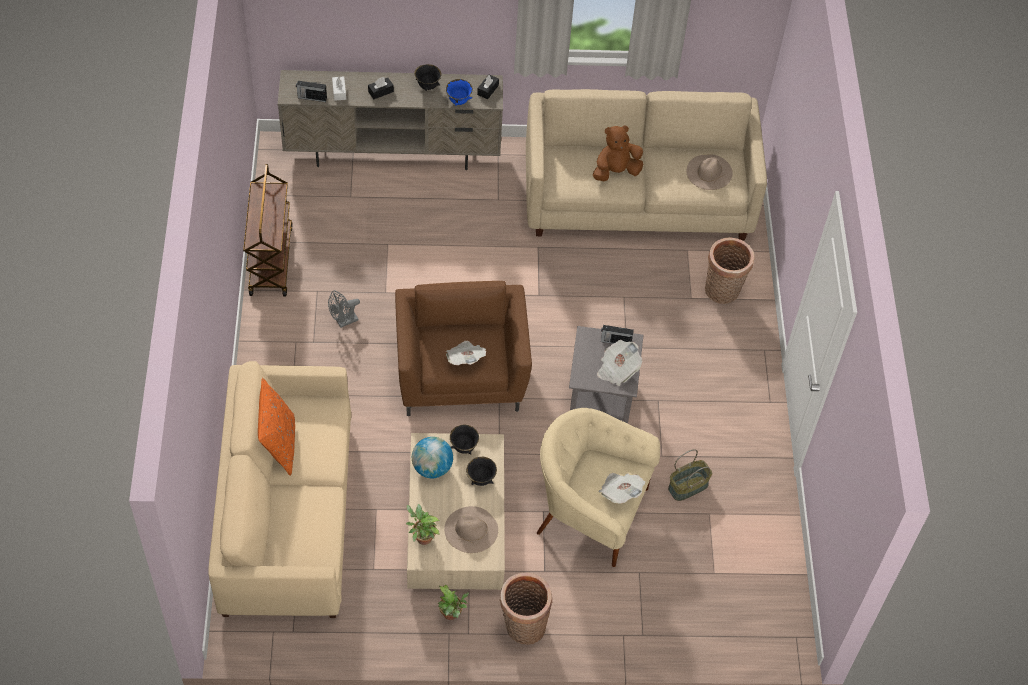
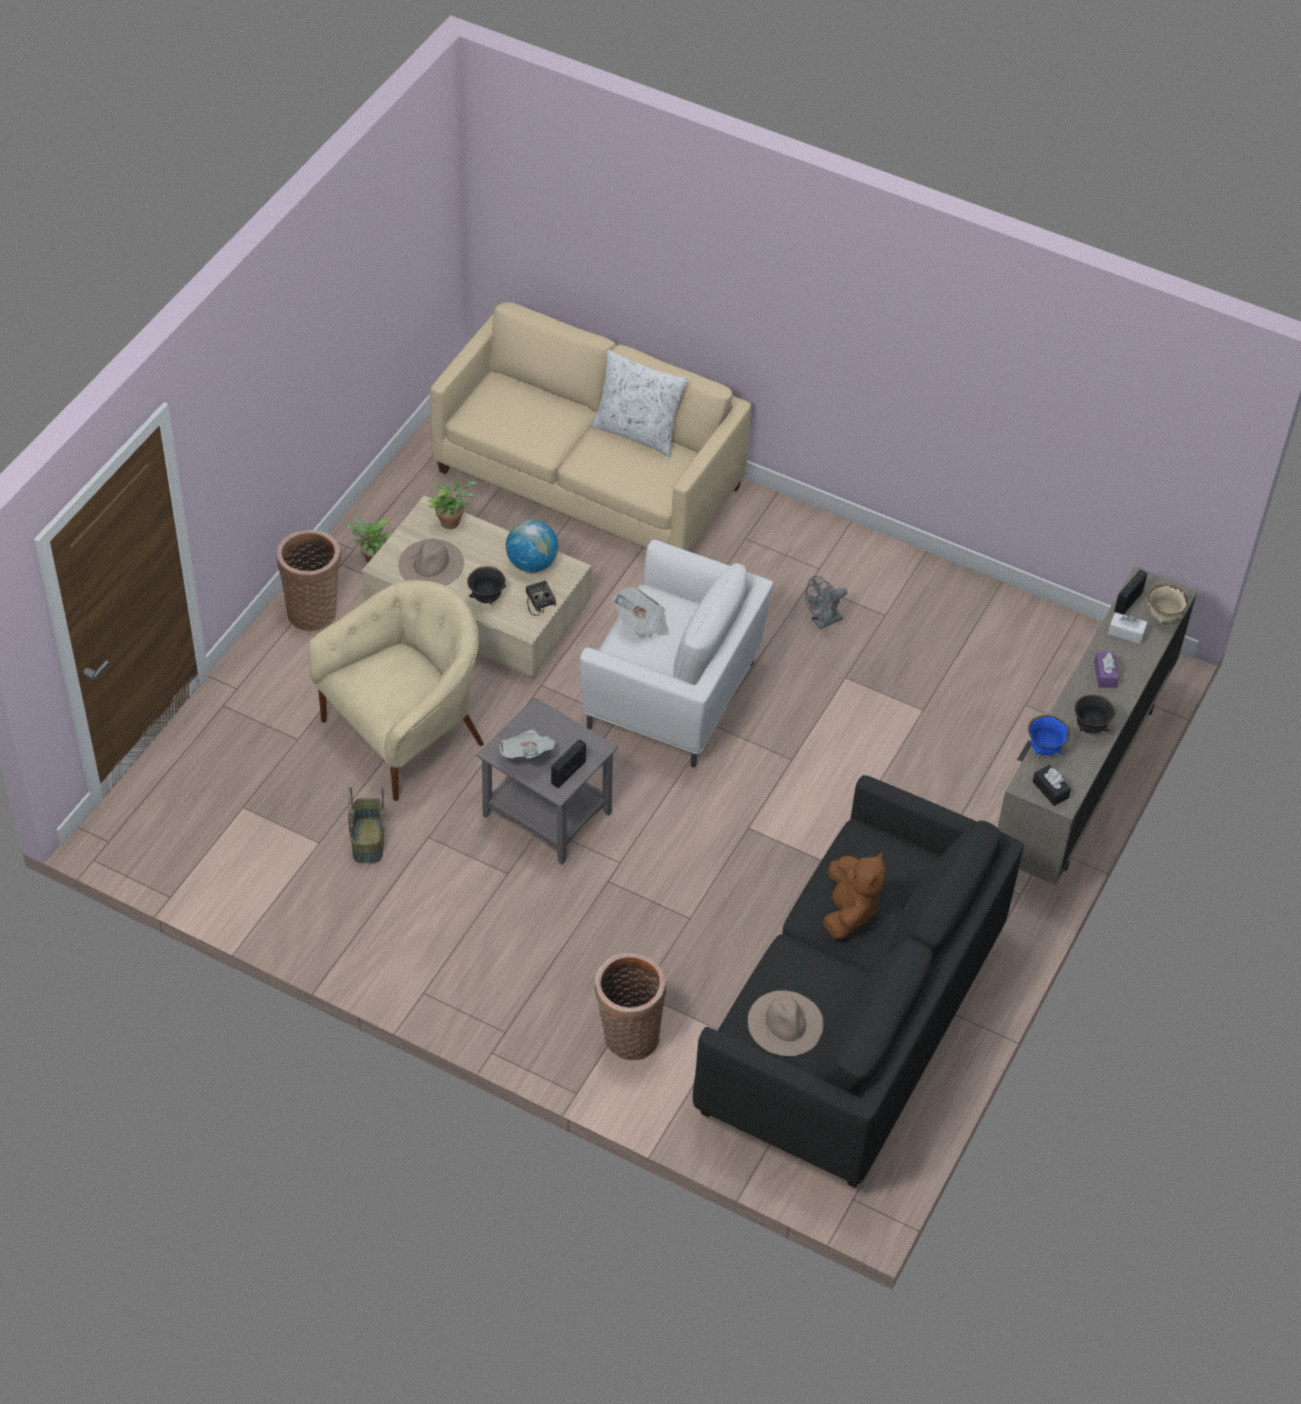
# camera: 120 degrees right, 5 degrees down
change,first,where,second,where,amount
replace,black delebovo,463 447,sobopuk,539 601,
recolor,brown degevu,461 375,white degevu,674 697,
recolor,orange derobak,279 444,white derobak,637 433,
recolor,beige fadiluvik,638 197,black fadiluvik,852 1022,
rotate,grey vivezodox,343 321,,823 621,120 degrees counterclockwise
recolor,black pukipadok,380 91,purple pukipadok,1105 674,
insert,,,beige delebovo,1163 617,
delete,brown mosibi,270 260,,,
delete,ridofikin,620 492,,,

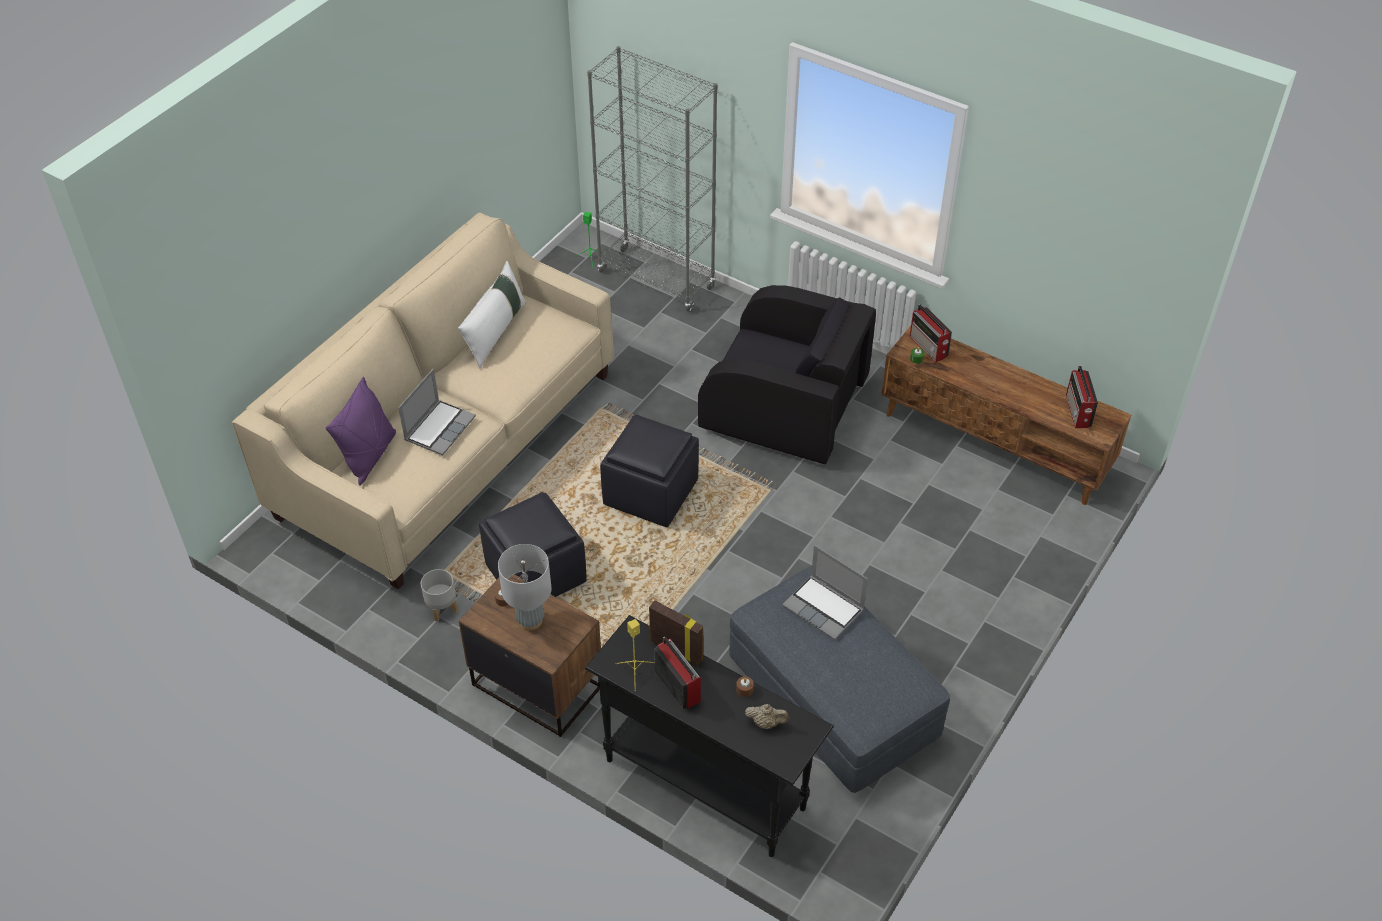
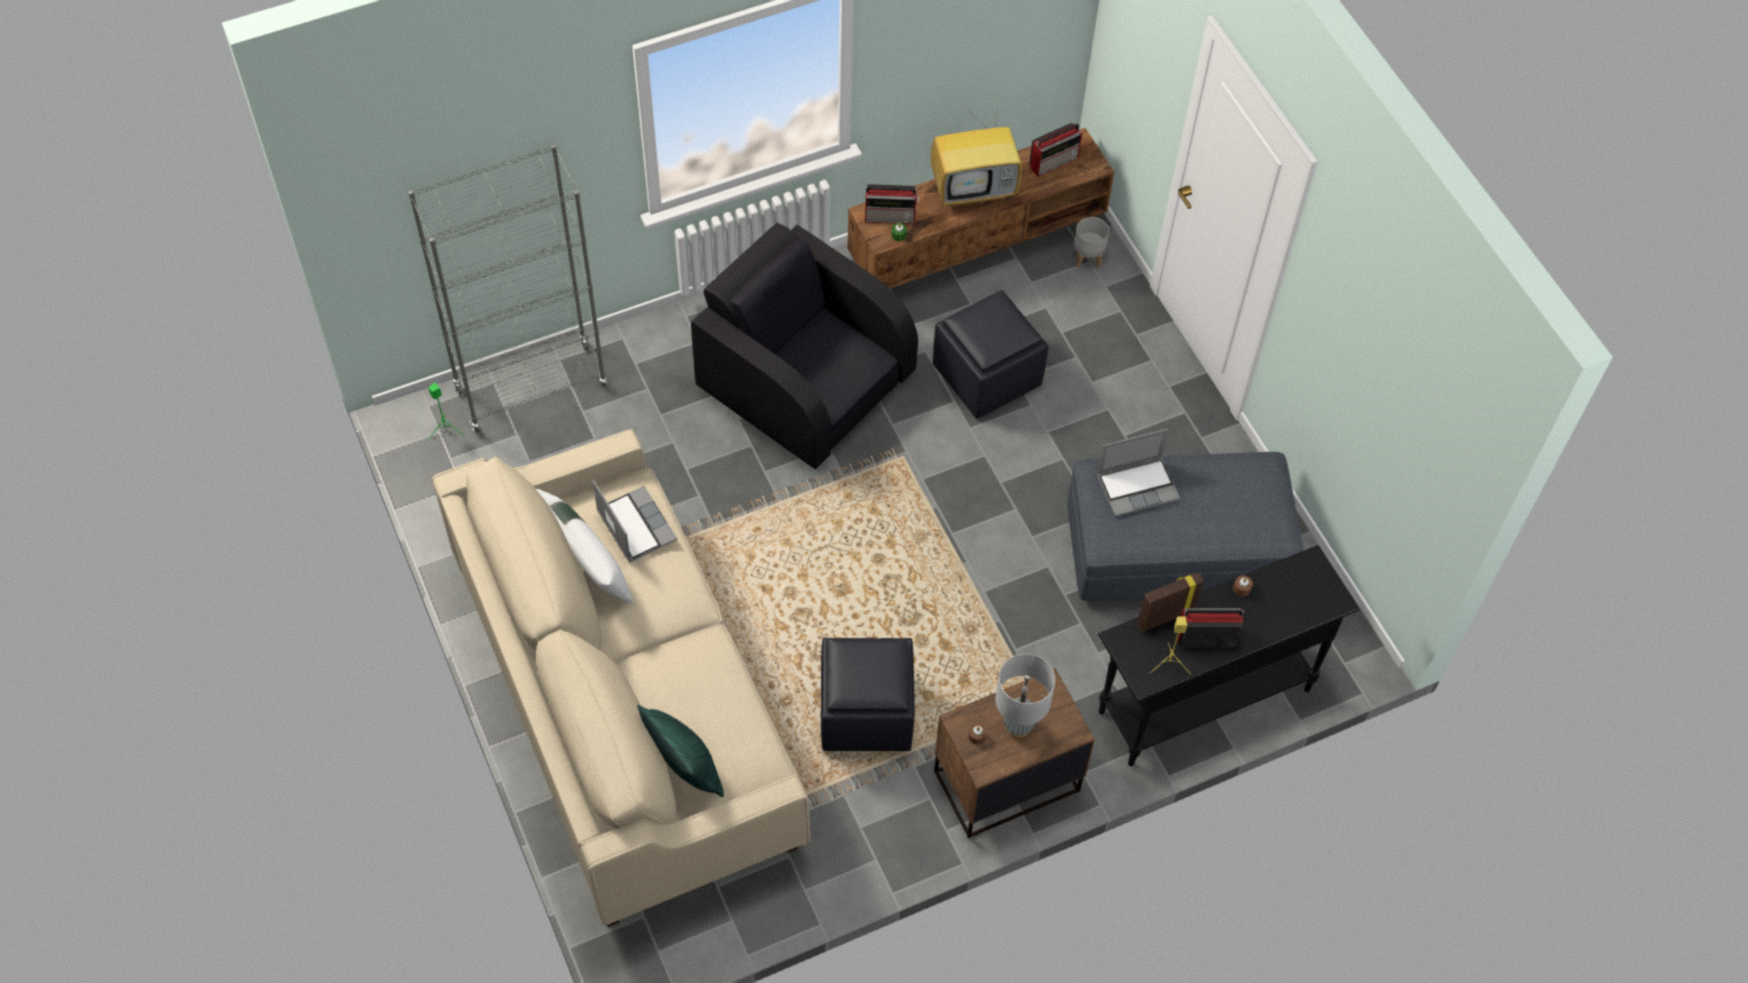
# camera: 60 degrees left, 10 degrees up
change,first,where,second,where,amount
move,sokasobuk,439 428,,634 525,
recolor,purple derobak,369 456,green derobak,686 768,
rotate,black degevu,785 407,,804 381,105 degrees counterclockwise
insert,,,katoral,975 188,
move,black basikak,650 492,,985 375,
rotate,sobopuk,1078 412,,1054 161,60 degrees counterclockwise
move,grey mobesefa,442 608,,1088 257,
delete,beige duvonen,766 723,,,

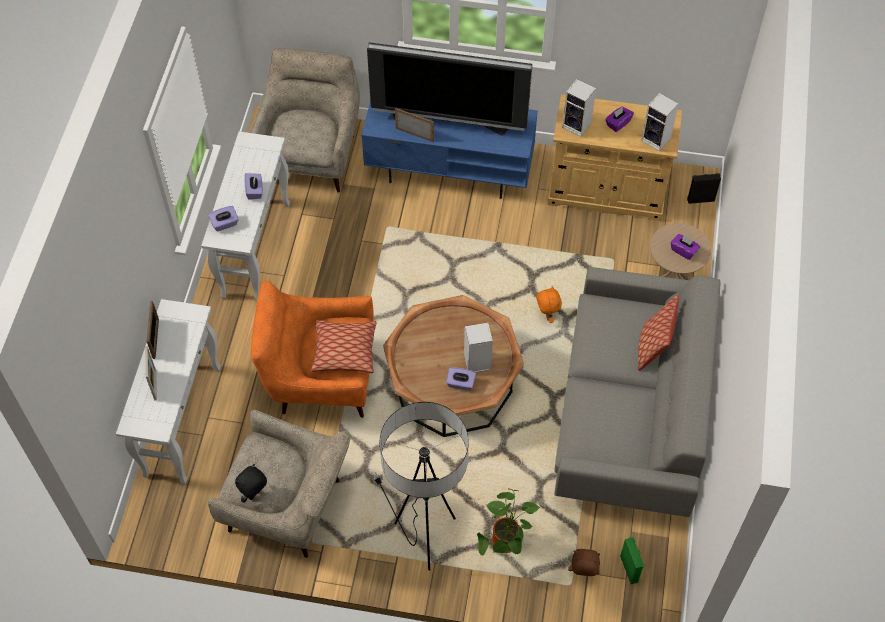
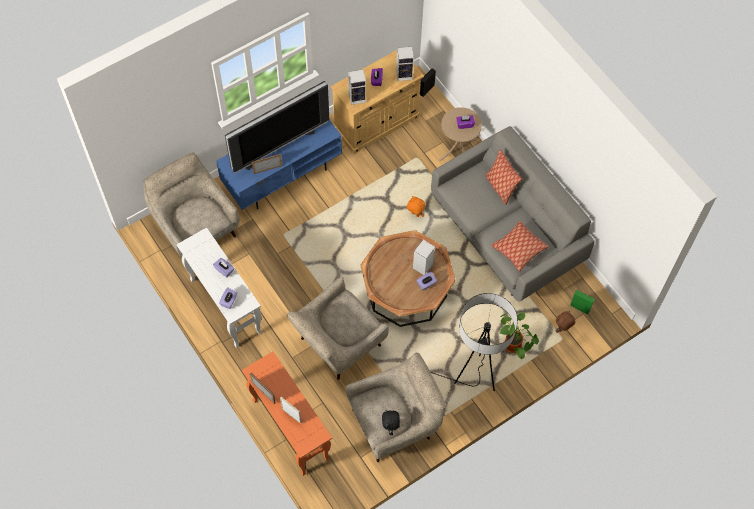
# camera: 45 degrees left, 5 degrees up
change,first,where,second,where,amount
recolor,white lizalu,182 419,orange lizalu,289 429,
recolor,orange degevu,320 378,beige degevu,337 344,
move,derobak,344 351,,519 248,

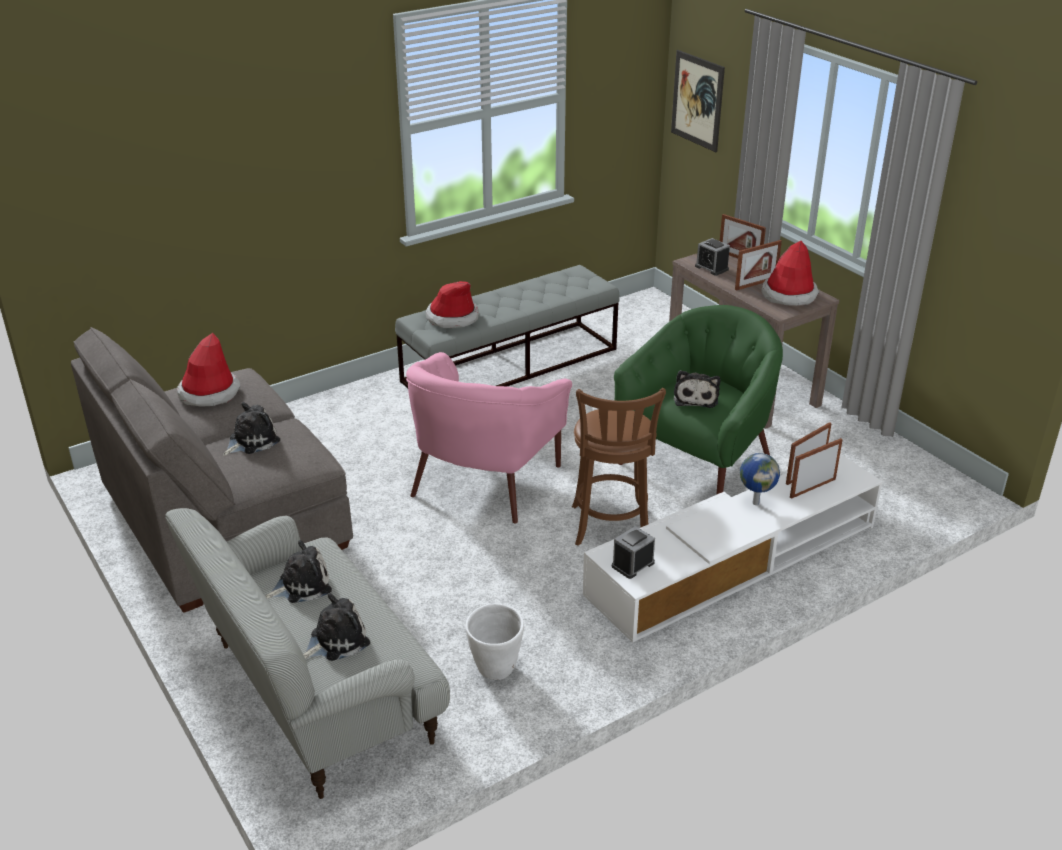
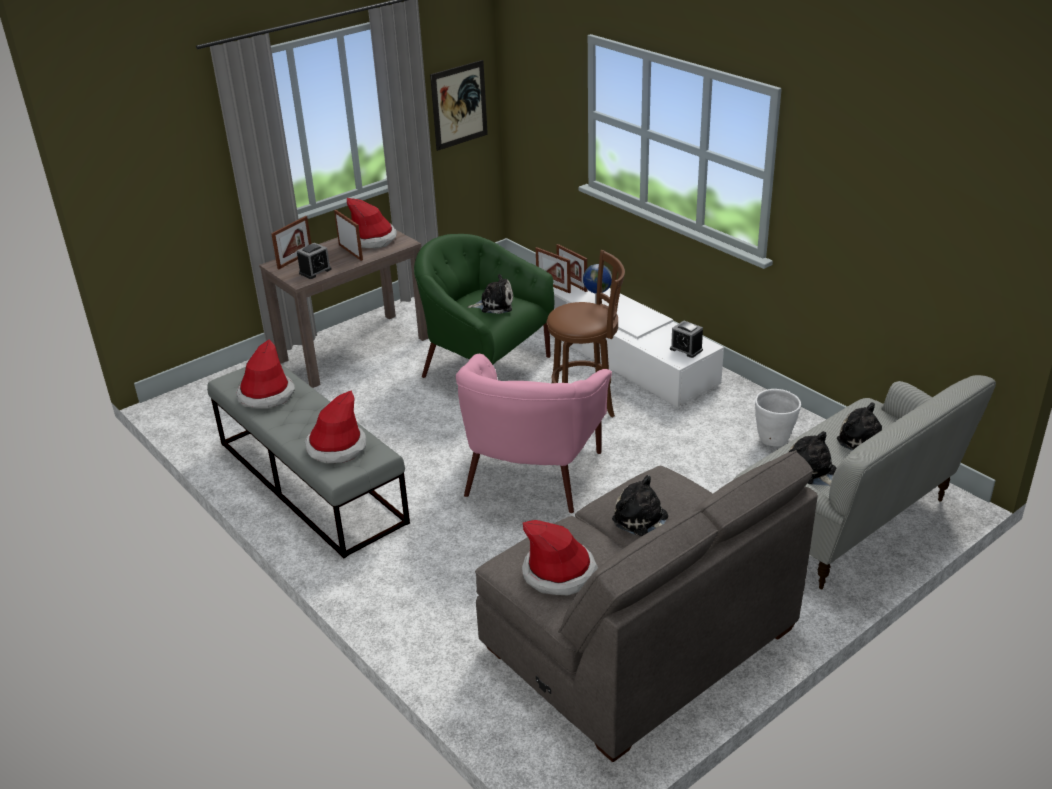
# camera: 95 degrees left, 0 degrees up
change,first,where,second,where,amount
insert,,,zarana,266 395,
move,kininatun,697 100,,459 105,
rotate,pink degevu,484 480,,531 474,90 degrees clockwise

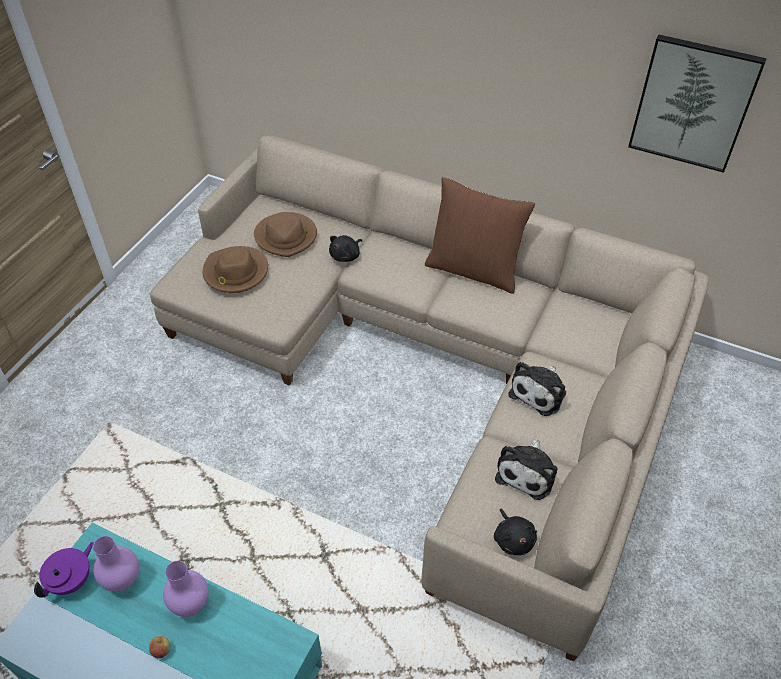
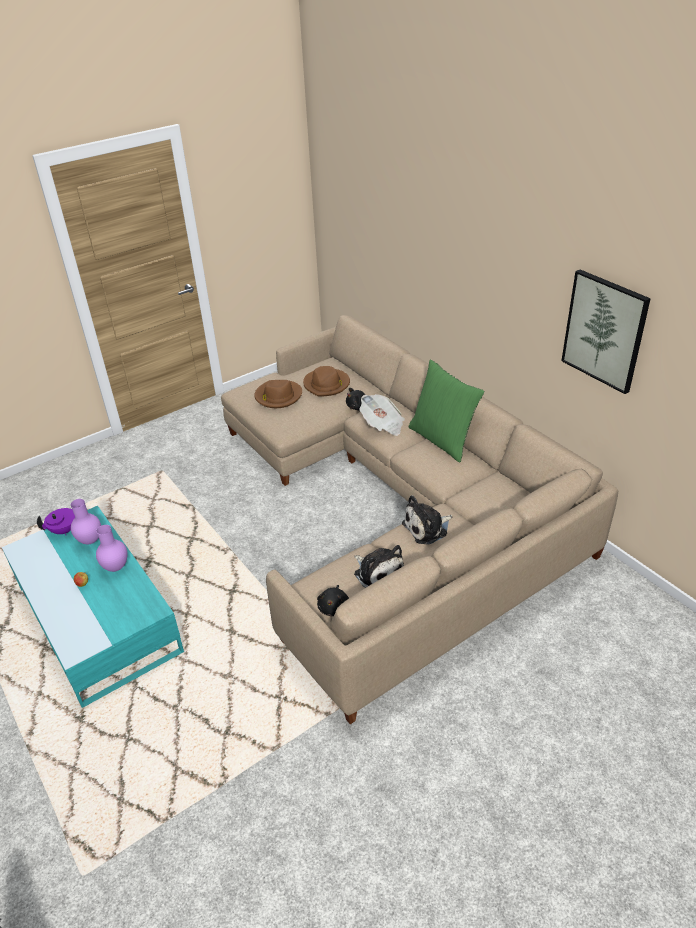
# camera: 30 degrees right, 10 degrees down
change,first,where,second,where,amount
rotate,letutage,527 472,,377 573,90 degrees counterclockwise
insert,,,ridofikin,382 425,
recolor,brown derobak,474 269,green derobak,443 439,

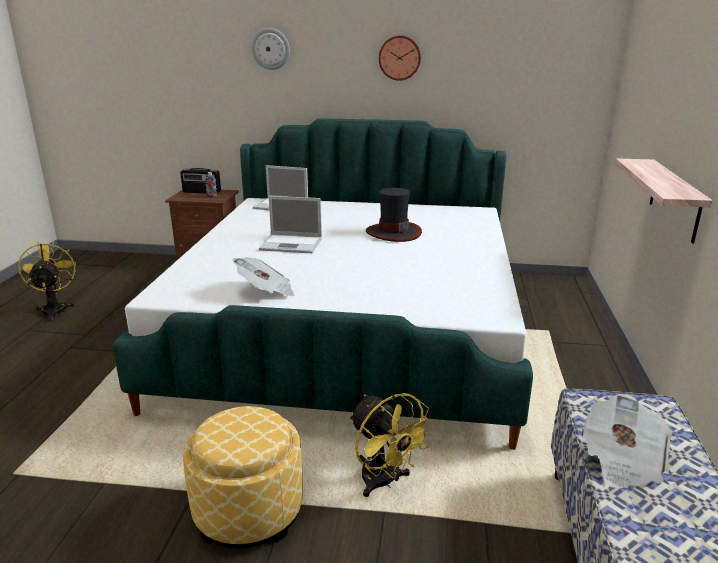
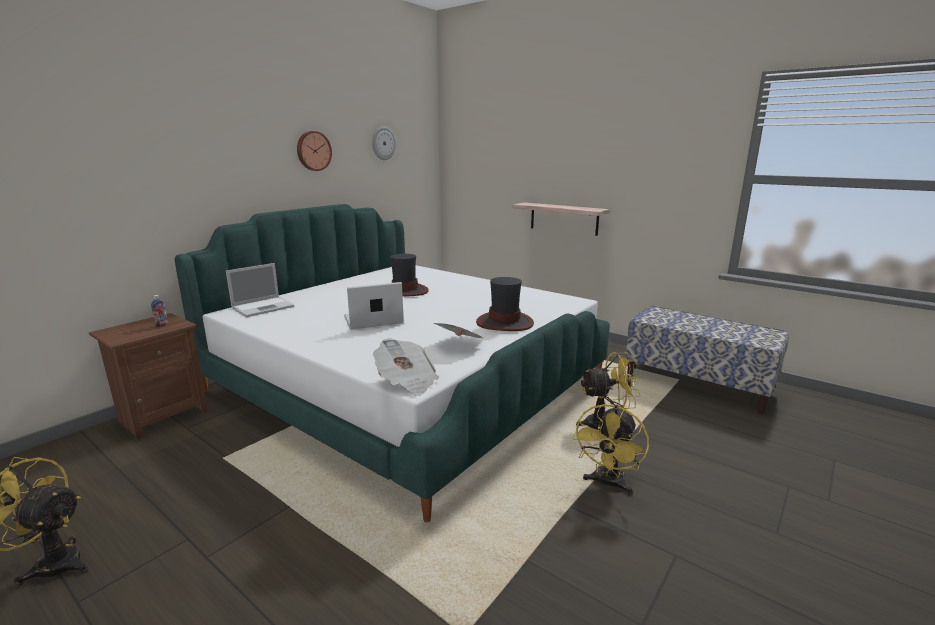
# camera: 60 degrees left, 5 degrees down
change,first,where,second,where,amount
rotate,sokasobuk,292 244,,372 320,150 degrees counterclockwise
move,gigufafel,270 49,,383 143,
move,ridofikin,621 460,,407 382,
insert,,,zarana,505 323,
replace,basikak,248 511,yellow vivezodox,607 484,
delete,sobopuk,201 192,,,

